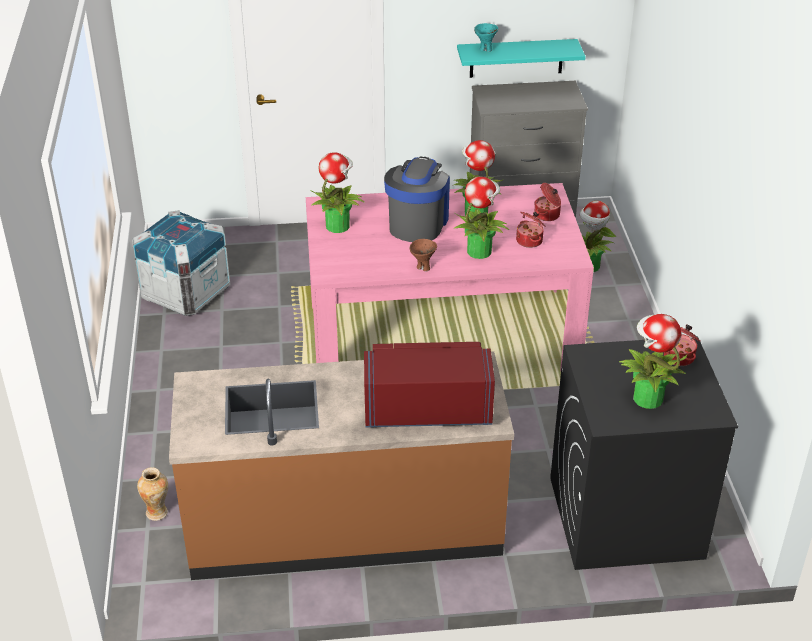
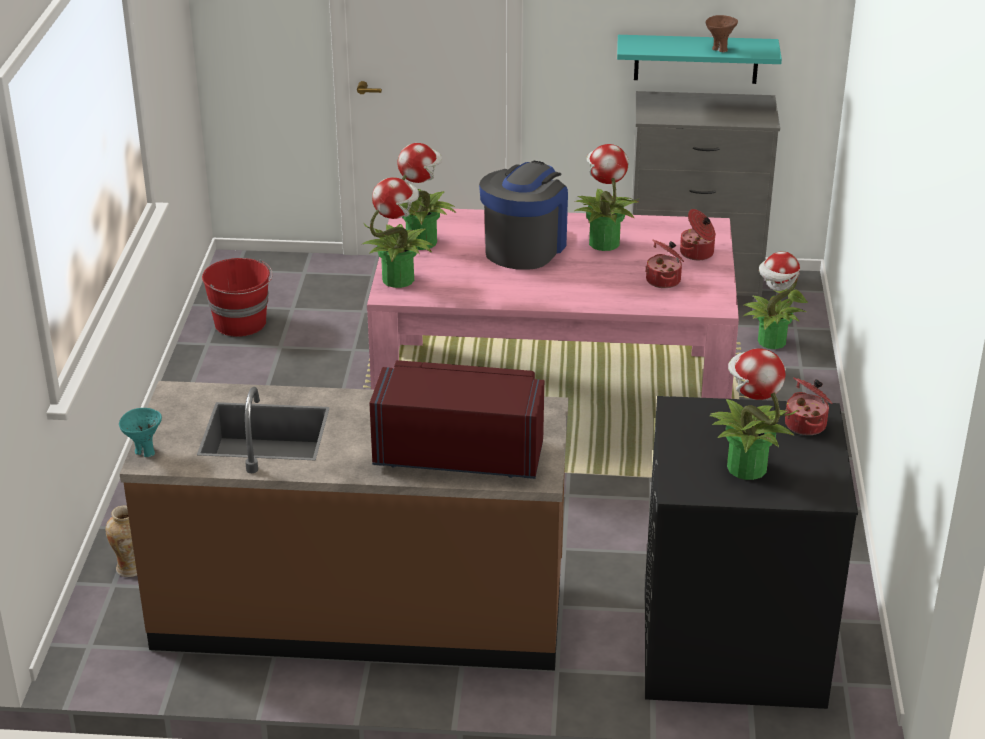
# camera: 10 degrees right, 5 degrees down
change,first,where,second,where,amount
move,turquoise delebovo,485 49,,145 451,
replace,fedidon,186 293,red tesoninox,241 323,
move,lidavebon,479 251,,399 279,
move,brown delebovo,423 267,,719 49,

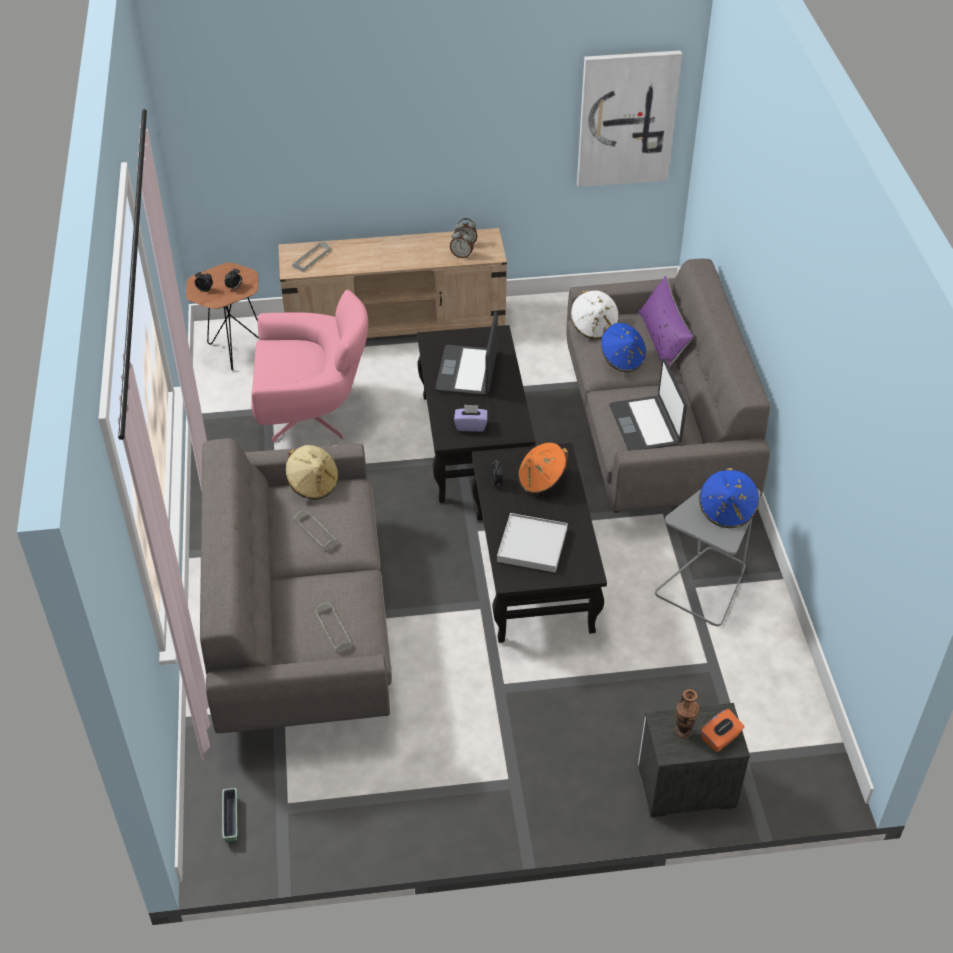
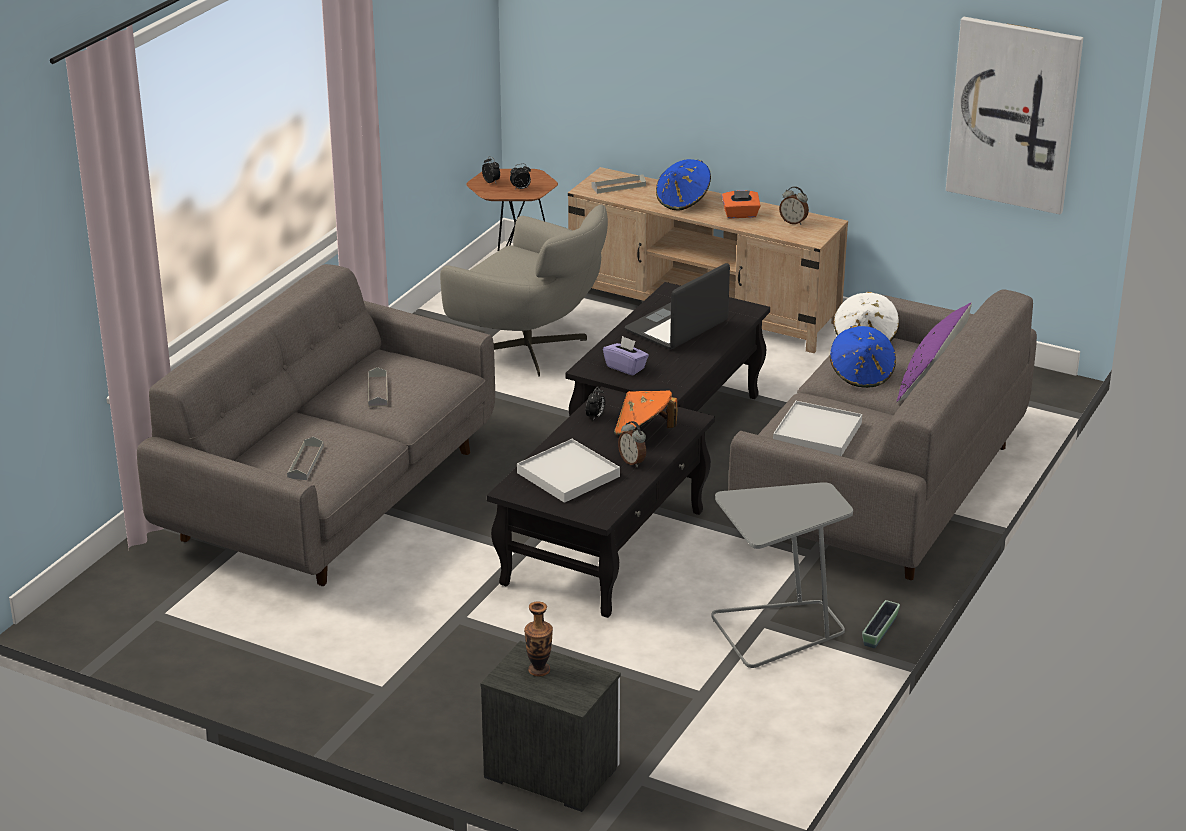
# camera: 35 degrees right, 15 degrees down
change,first,where,second,where,amount
recolor,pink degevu,313 415,grey degevu,532 348,
move,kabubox,461 255,,632 461,
move,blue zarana,727 511,,683 201,
move,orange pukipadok,720 738,,740 215,
replace,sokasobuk,646 425,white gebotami,817 433,
move,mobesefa,231 820,,880 631,
delete,beige zarana,313 484,,,

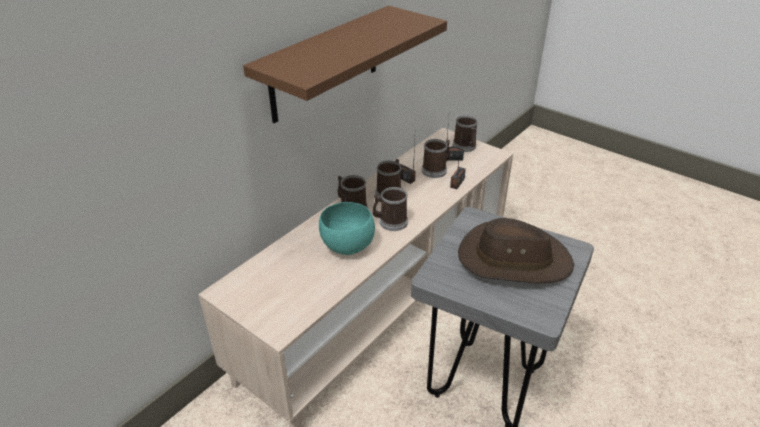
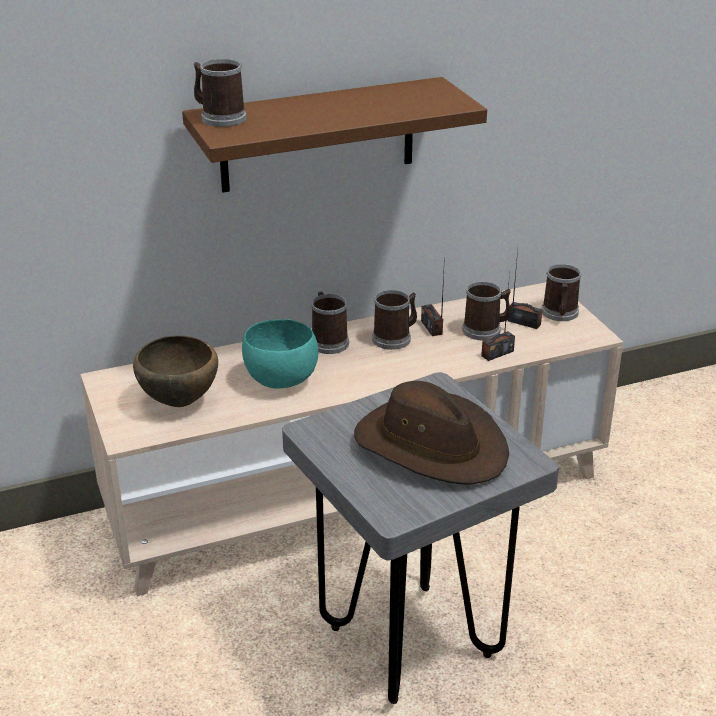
# camera: 30 degrees right, 5 degrees down
change,first,where,second,where,amount
insert,,,brown delebovo,180 402,
move,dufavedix,390 222,,219 117,

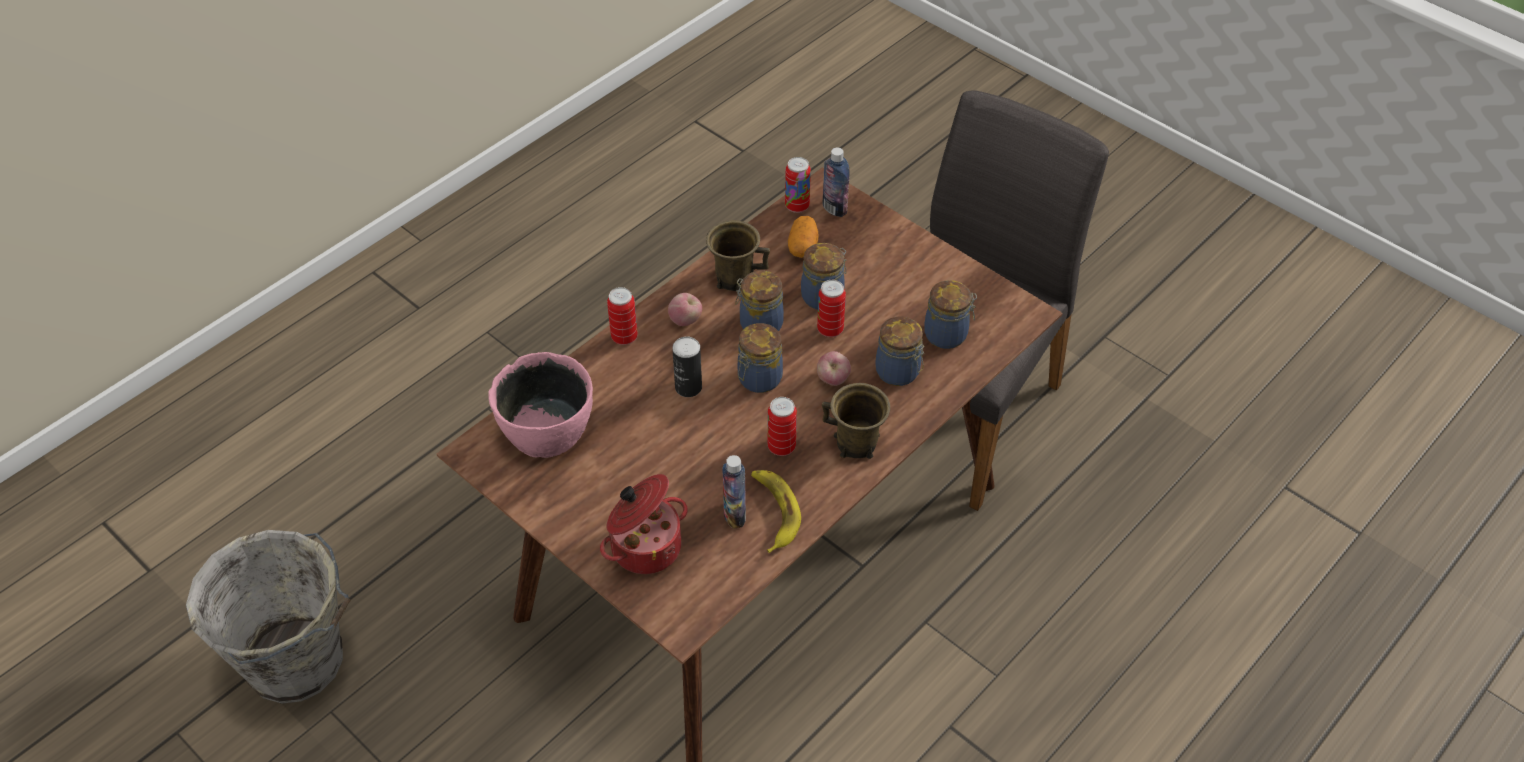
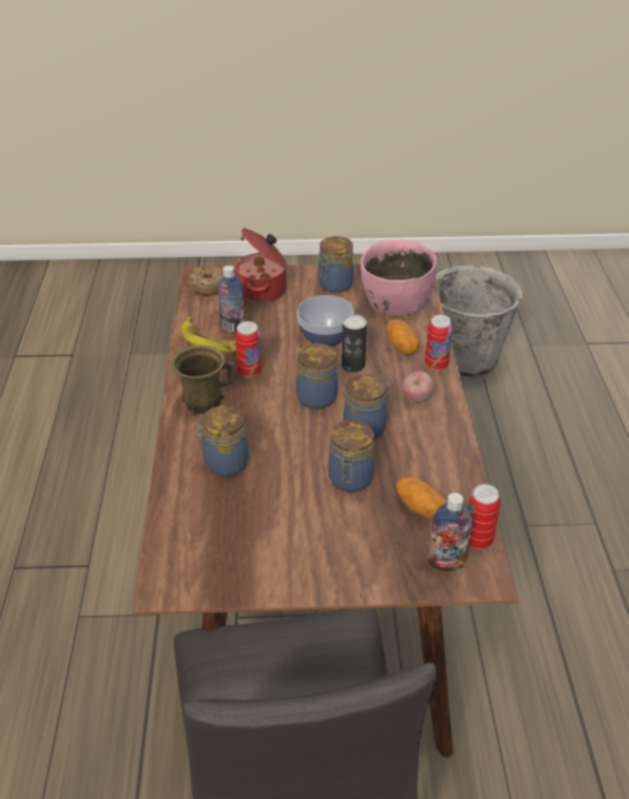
# camera: 135 degrees right, 10 degrees down
change,first,where,second,where,amount
insert,,,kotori,207 287,
insert,,,delebovo,325 338,
move,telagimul,947 335,,334 285,
insert,,,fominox,402 346,
delete,brown dufavedix,734 277,,,
delete,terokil,830 329,,,
delete,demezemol,833 380,,,

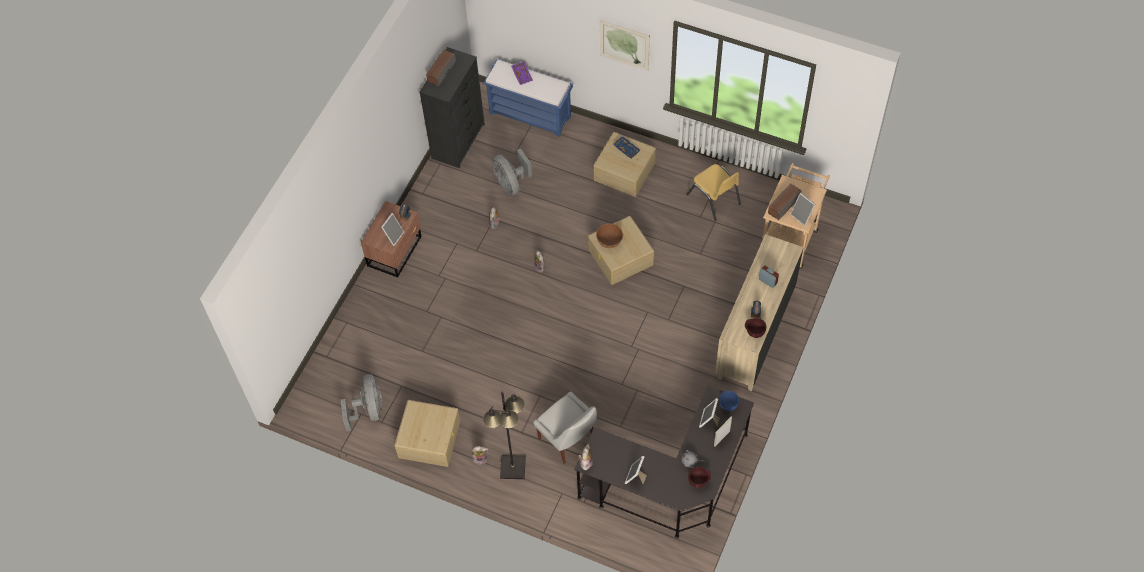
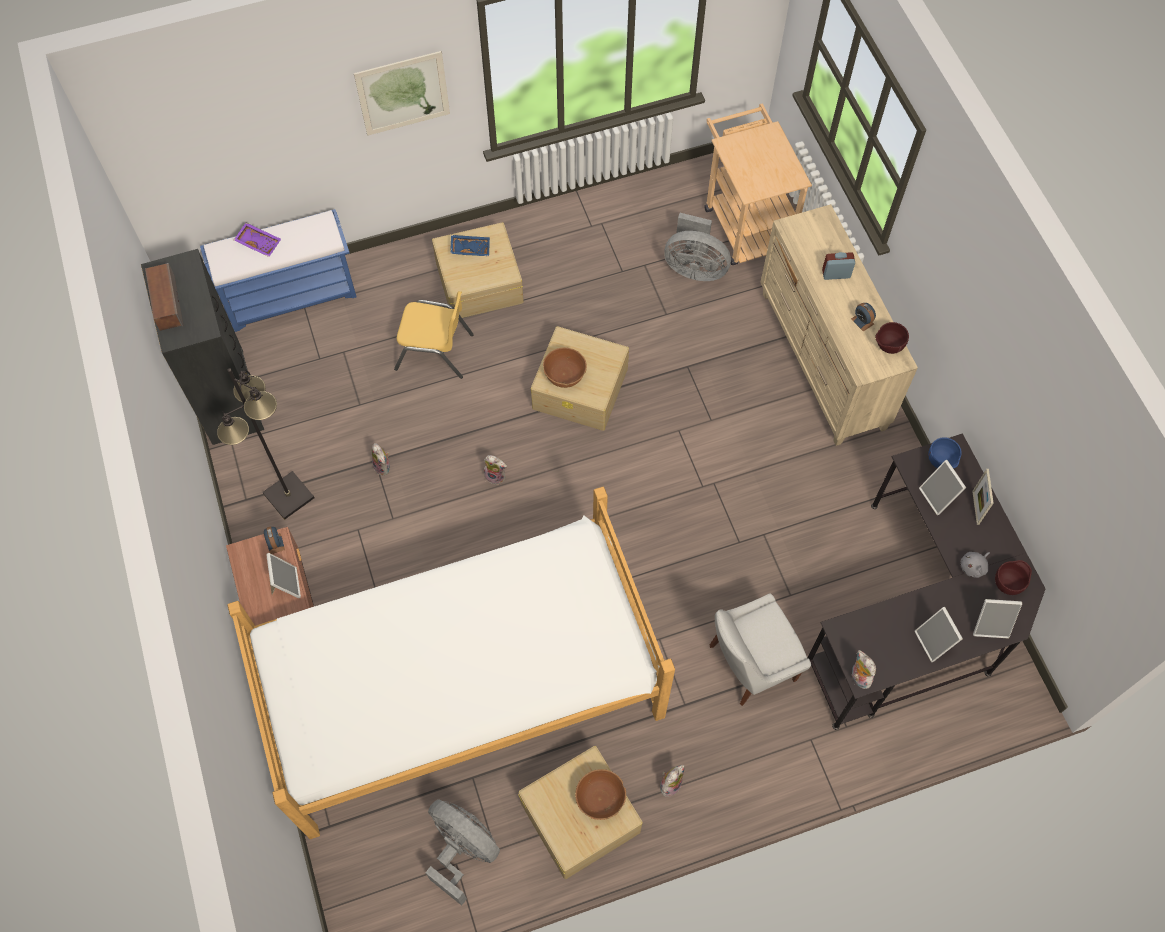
# camera: 45 degrees left, 5 degrees up
change,first,where,second,where,amount
move,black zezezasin,512 468,,288 496,
insert,,,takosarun,462 687,
move,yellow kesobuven,714 199,,435 351,
insert,,,brown delebovo,600 799,
move,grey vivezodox,511 184,,694 268,
rotate,white kesobuven,568 439,,749 664,150 degrees clockwise
move,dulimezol,802 216,,990 625,
delete,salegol,783 205,,,

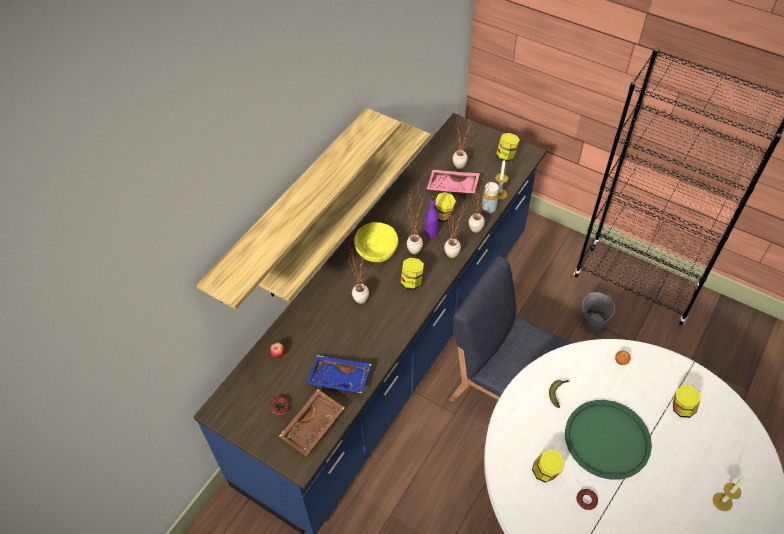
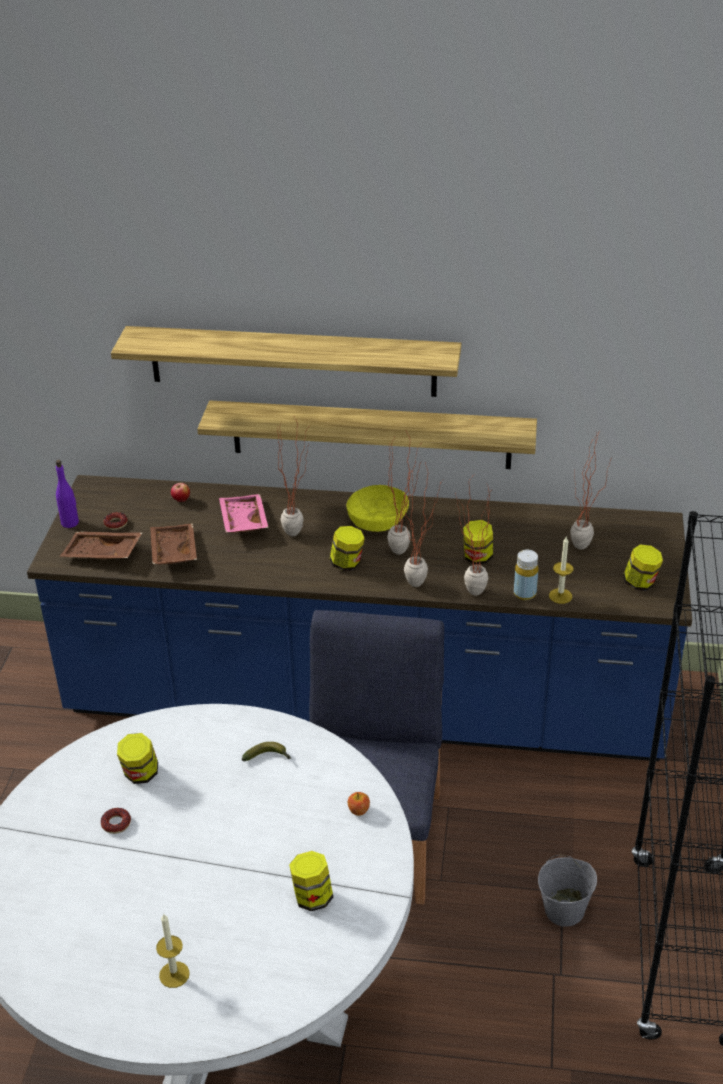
# camera: 65 degrees right, 15 degrees down
change,first,where,second,where,amount
move,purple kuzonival,431 232,,70 523,
recolor,blue gebotami,339 379,brown gebotami,172 552,
move,pink gebotami,452 187,,242 521,
delete,green gebotami,607 439,,,

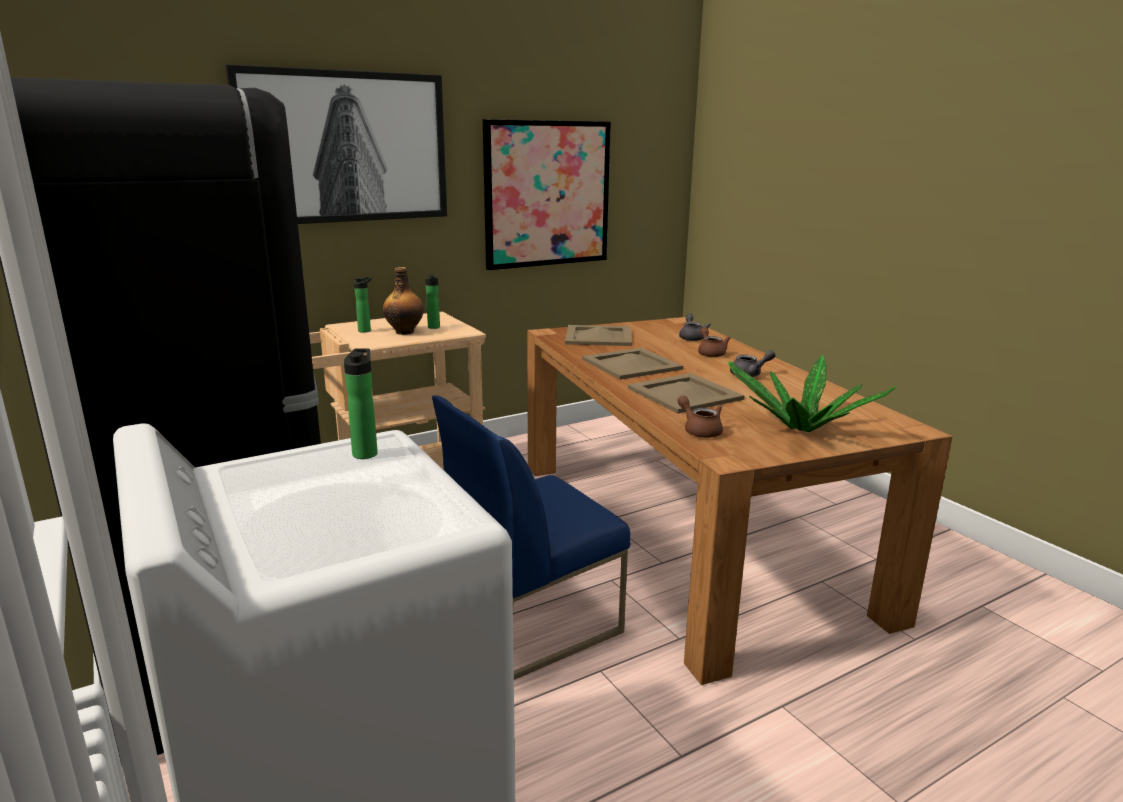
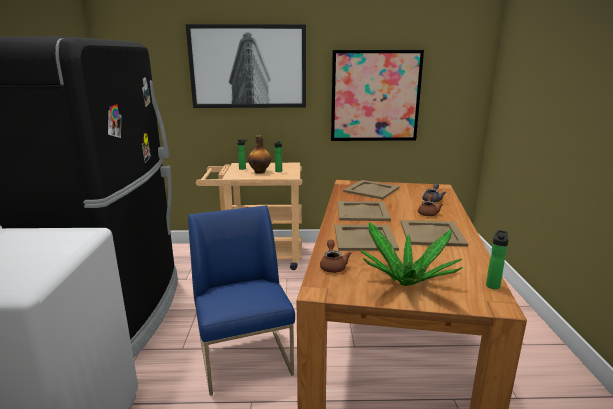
# camera: 30 degrees right, 0 degrees up
change,first,where,second,where,amount
rotate,blue kesobuven,530 621,,245 356,75 degrees clockwise
replace,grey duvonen,750 374,beige gebotami,432 233,
move,kuzonival,366 452,,493 285,

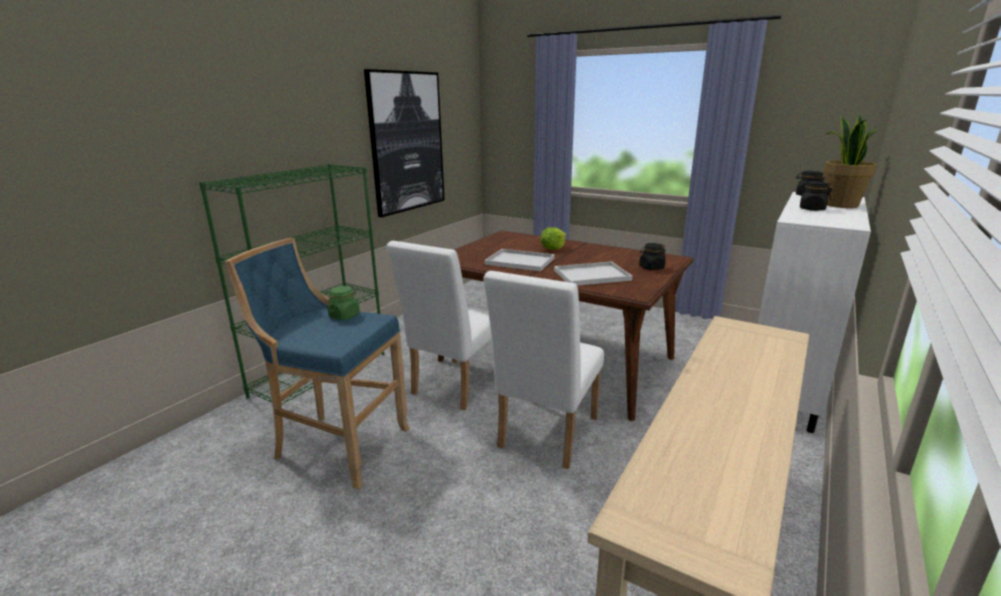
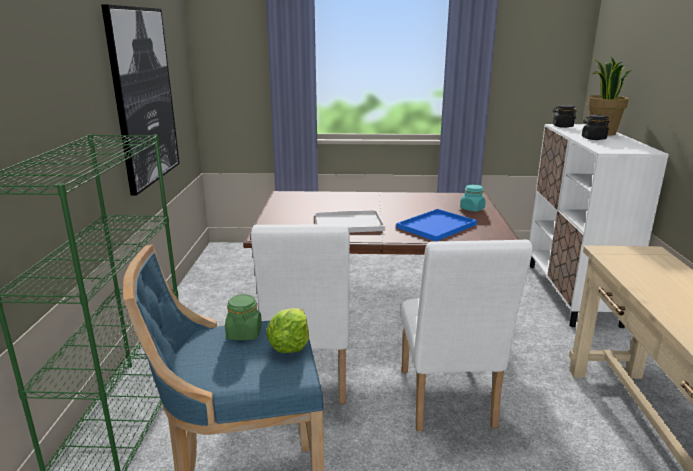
# camera: 30 degrees left, 0 degrees up
change,first,where,second,where,amount
move,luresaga,552 248,,289 346,
recolor,white gebotami,591 275,blue gebotami,436 226,
recolor,black telagimul,651 268,turquoise telagimul,472 209,

